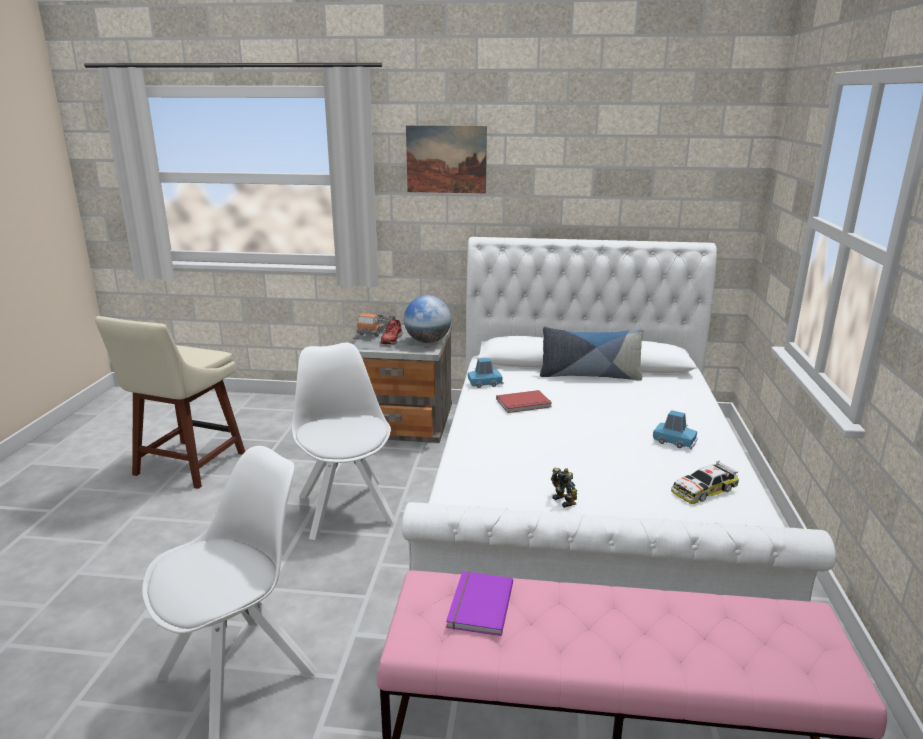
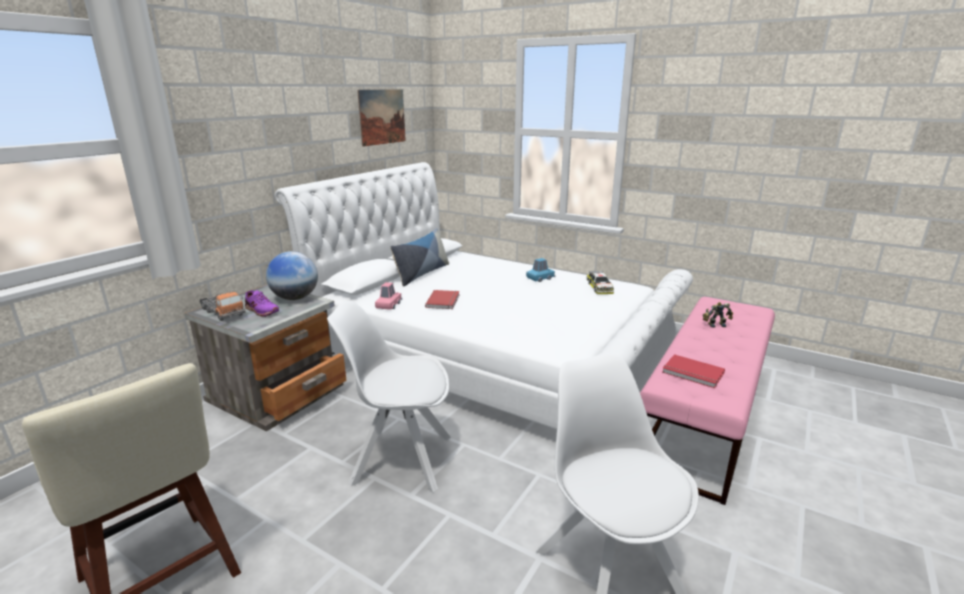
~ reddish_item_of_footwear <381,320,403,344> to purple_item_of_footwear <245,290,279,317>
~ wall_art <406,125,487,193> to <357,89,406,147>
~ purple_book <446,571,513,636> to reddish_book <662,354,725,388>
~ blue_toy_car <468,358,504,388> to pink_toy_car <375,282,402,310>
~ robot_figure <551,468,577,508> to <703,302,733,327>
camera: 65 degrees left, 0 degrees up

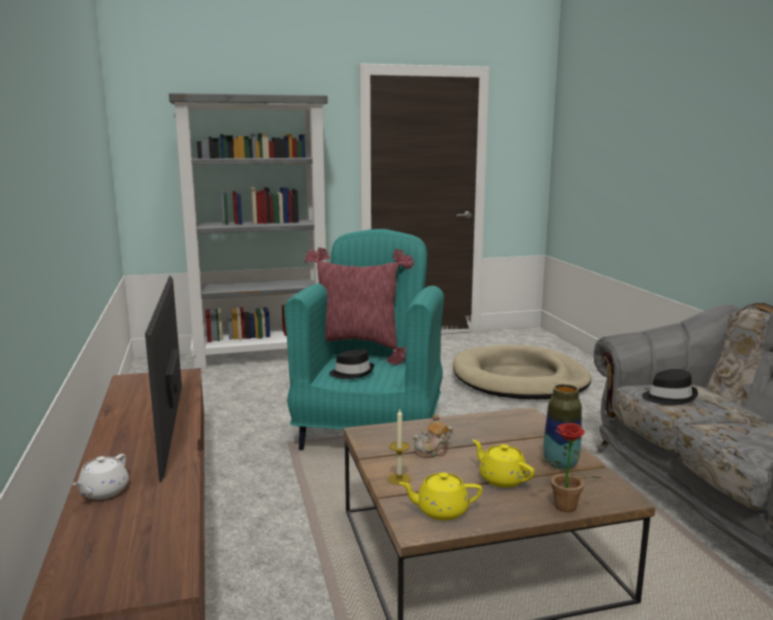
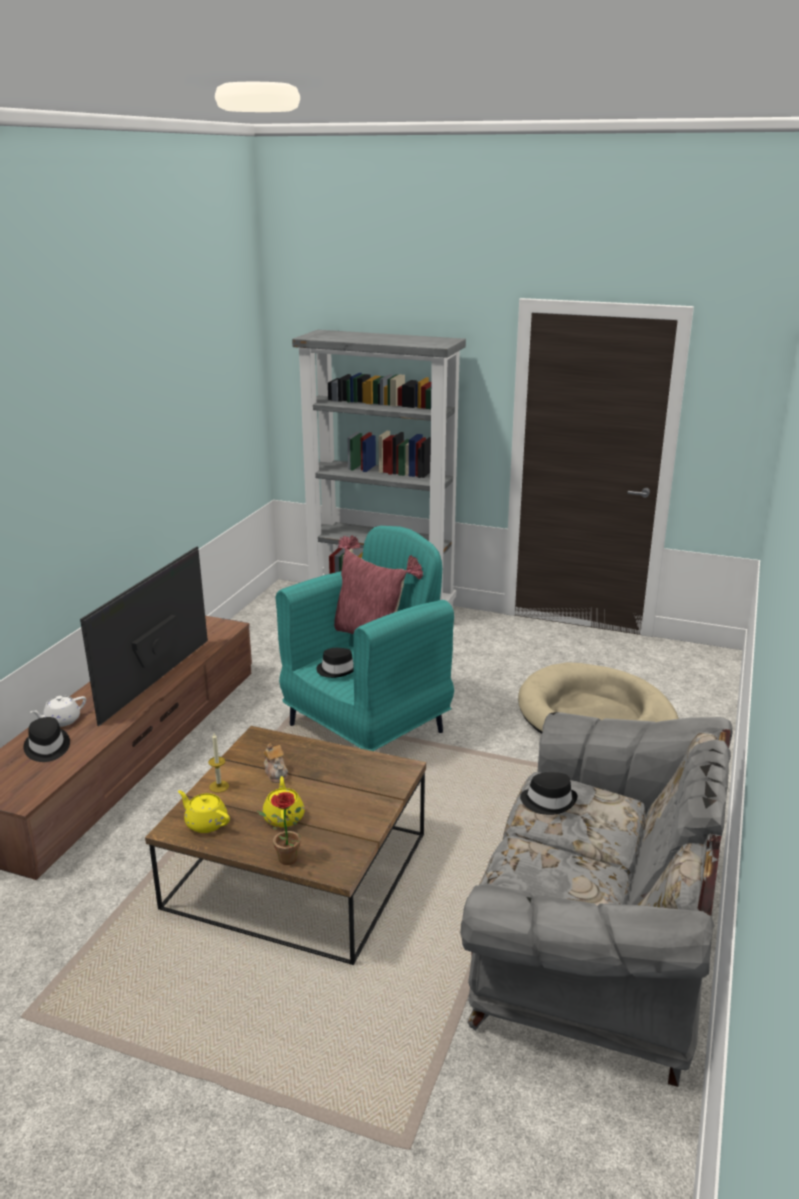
~ tea_pot <413,414,454,458> = <263,743,288,783> 120 degrees counterclockwise
- flower_vase <543,384,582,470>
+ black_clothing_hat <24,717,70,762>
camera: 35 degrees right, 10 degrees up

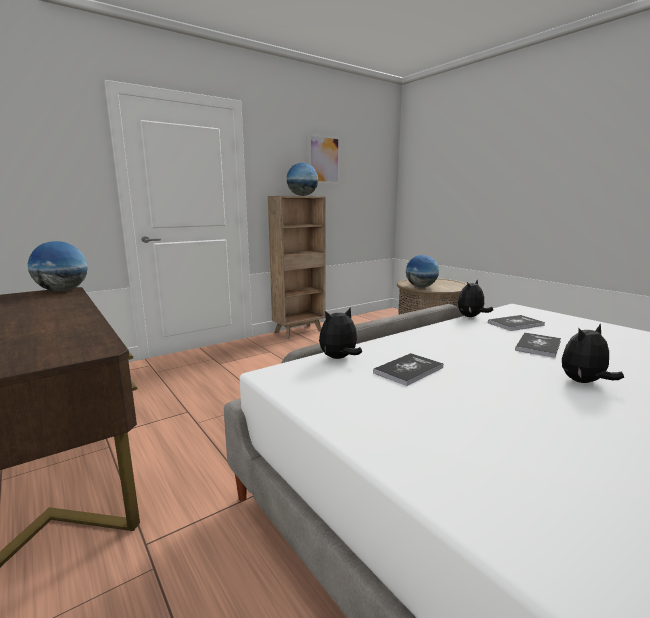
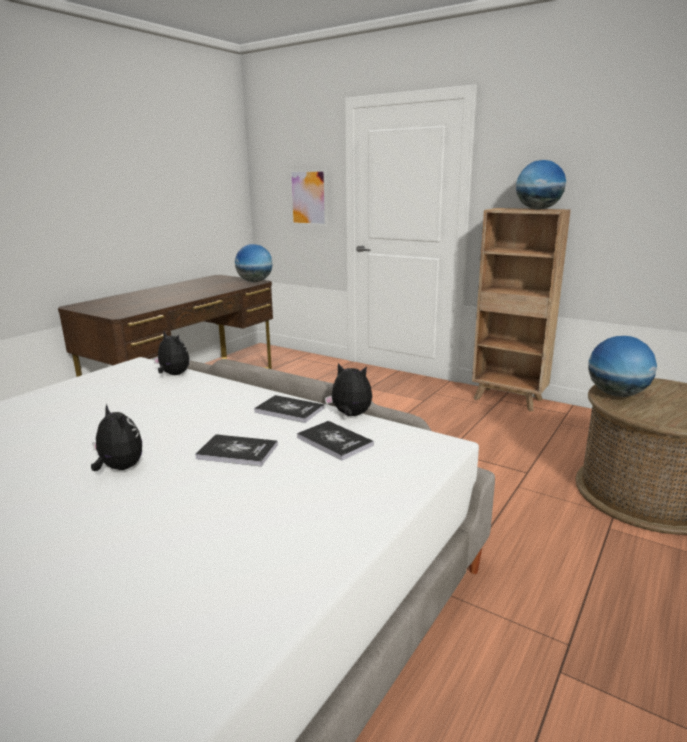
~ wall_art <308,134,340,184> to <289,169,328,226>
~ book <373,353,444,386> to <254,395,324,423>
camera: 70 degrees right, 5 degrees up

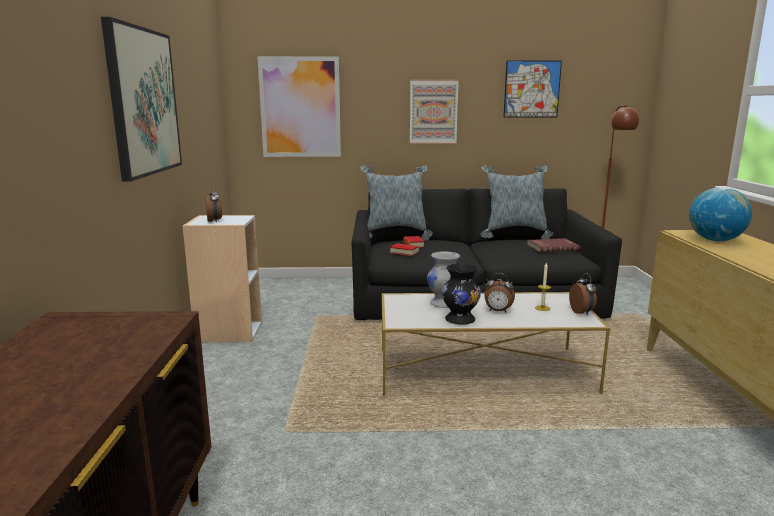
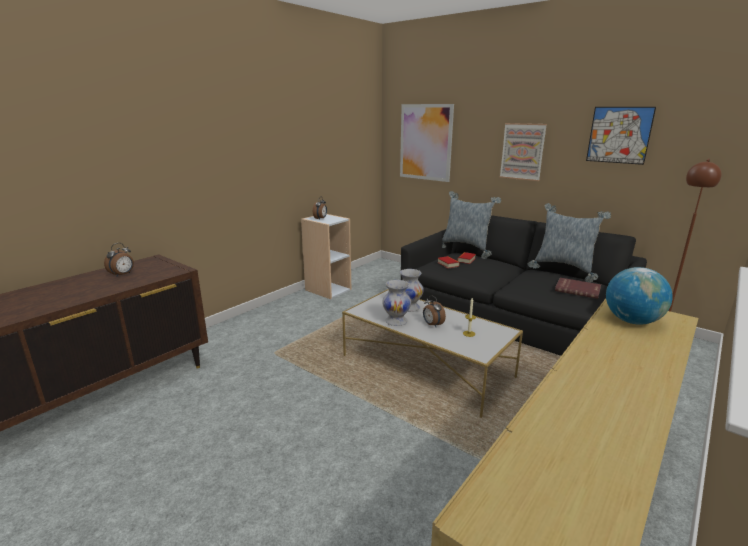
- wall_art <101,17,182,181>
~ black_flower_vase <442,263,481,325> to whitish_flower_vase <382,280,411,326>
~ table_clock <569,273,597,315> to <104,243,134,277>
camera: 40 degrees right, 5 degrees up

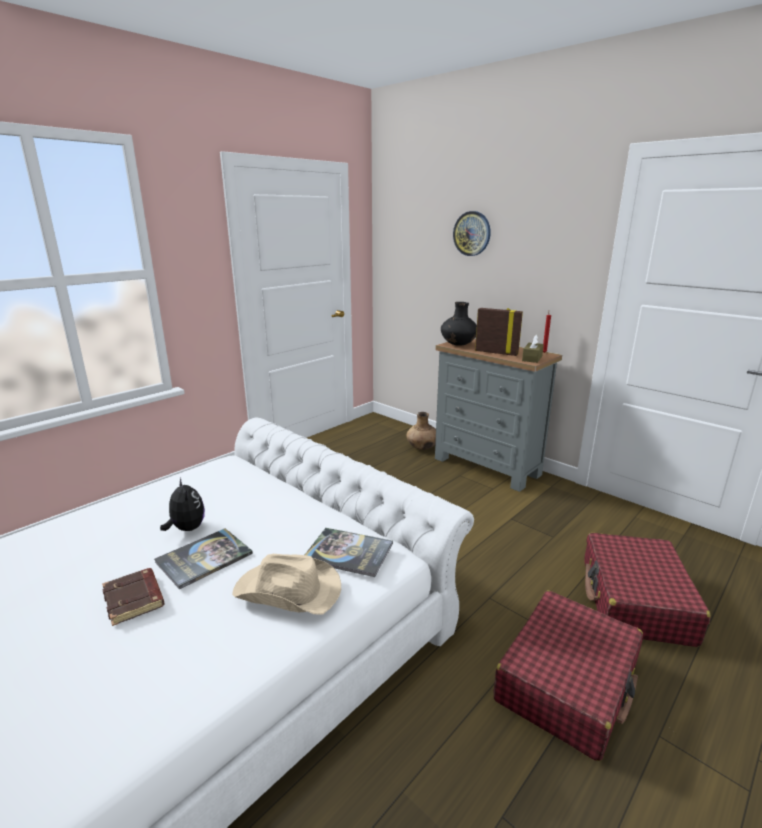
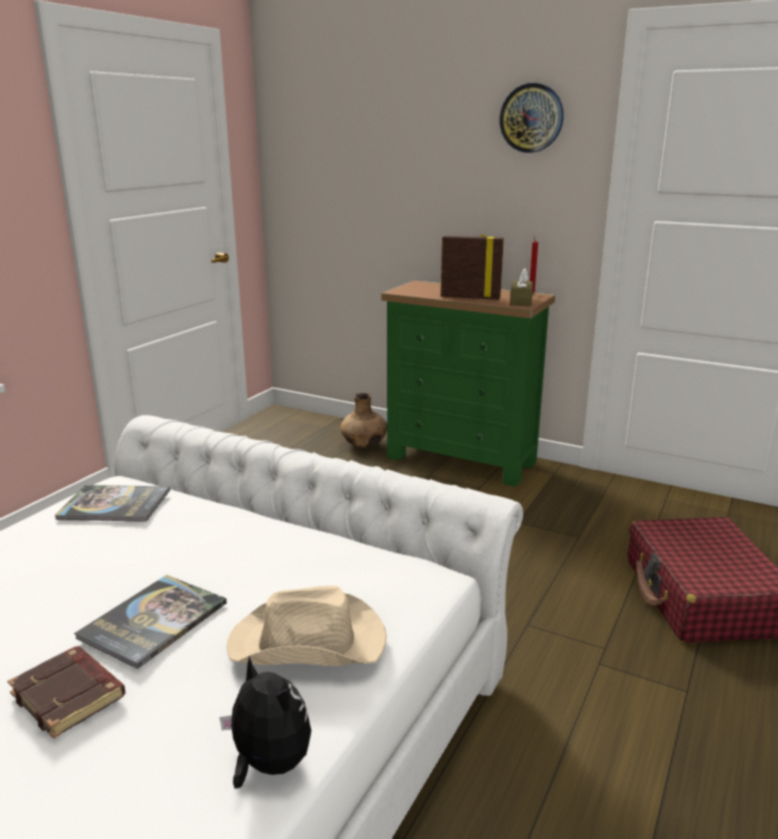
~ plush_toy <160,478,205,531> to <219,656,311,789>
~ book <305,528,393,577> to <55,485,170,522>
~ gray_dresser <435,339,562,492> to green_dresser <381,280,555,487>
- black_flower_vase <441,302,477,346>
~ clock_on_the_wall <453,211,491,256> to <499,83,564,153>
- reddish_suitcase <494,590,643,761>
camera: 15 degrees left, 0 degrees up

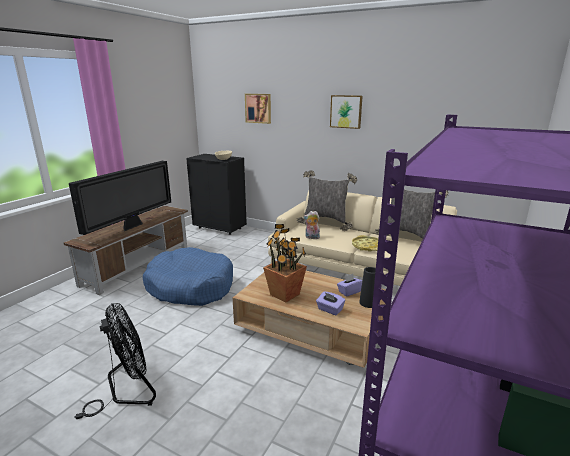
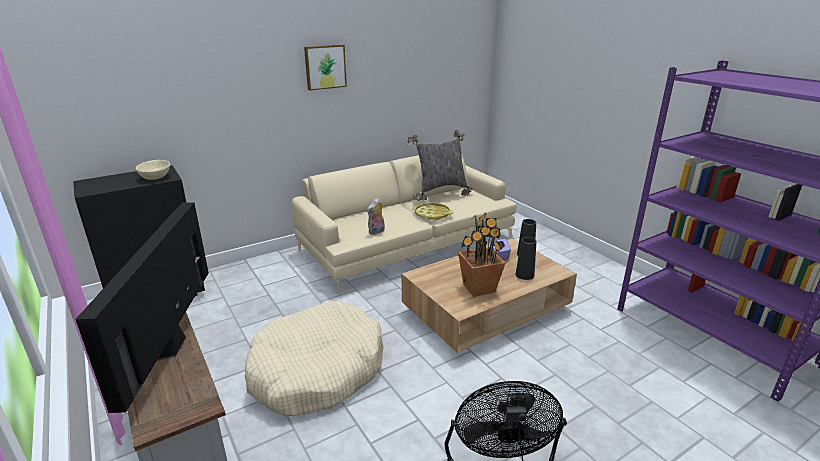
~ TV_set <69,161,171,235> = <75,202,209,413> 150 degrees counterclockwise
~ blue_dog_cushion <143,247,233,306> to sand-coloured_dog_cushion <245,301,384,416>
- wall_art <245,94,271,124>
- throw_pillow <297,170,357,232>
~ purple_tissue_holder <316,292,345,315> to black_flower_vase <516,237,536,280>
camera: 60 degrees left, 5 degrees up

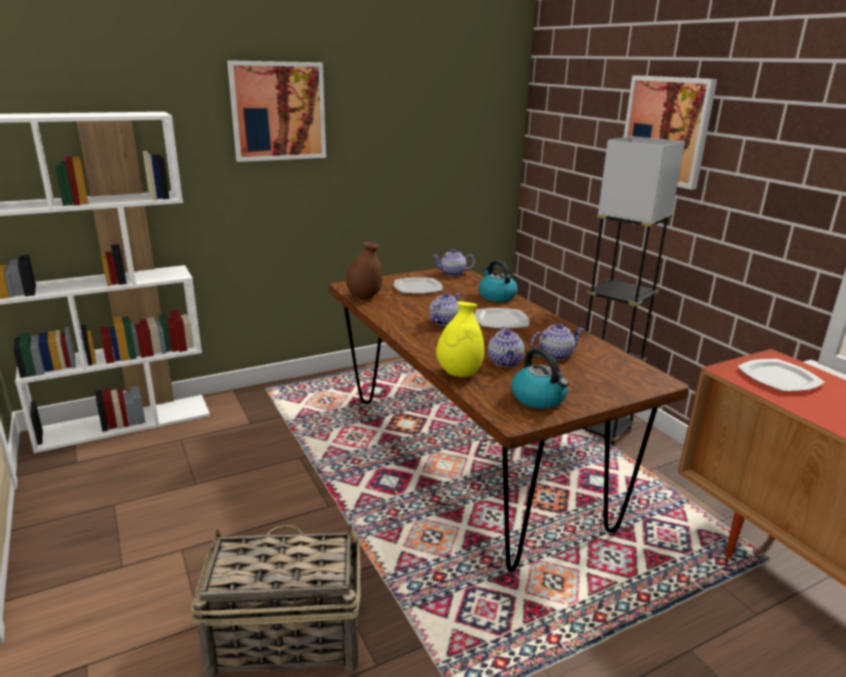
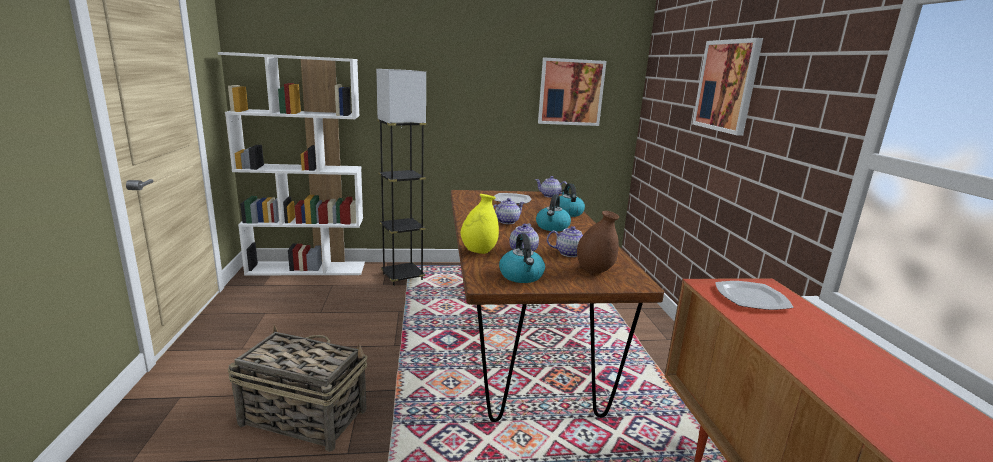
~ wall_art <227,60,326,162> to <538,57,607,126>
~ brown_flower_vase <346,242,382,299> to <577,211,619,274>
~ flat_dish <474,308,529,329> to kettle <536,194,571,231>
~ gray_floor_lamp <583,136,685,446> to <376,69,426,286>
camera: 20 degrees right, 5 degrees down

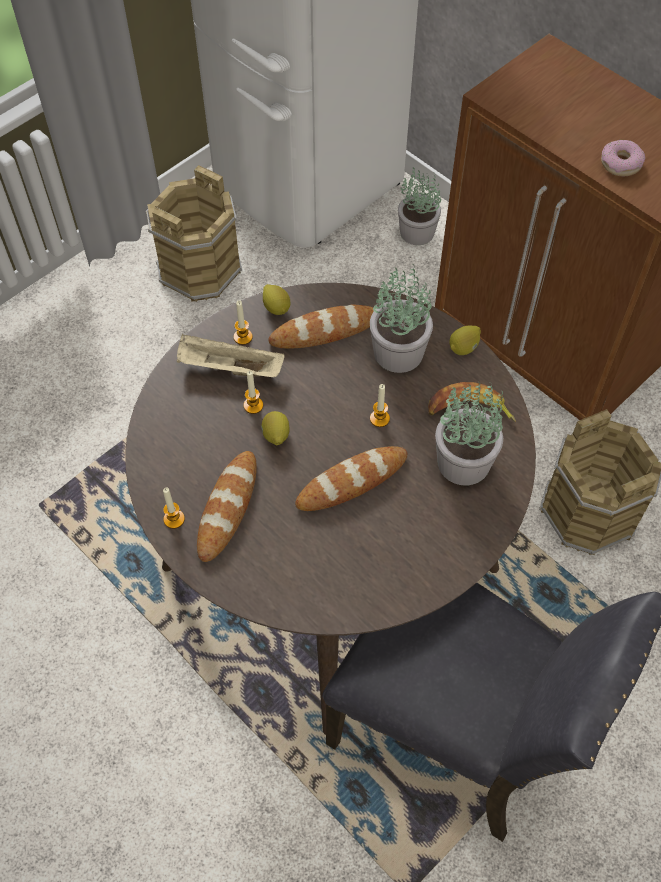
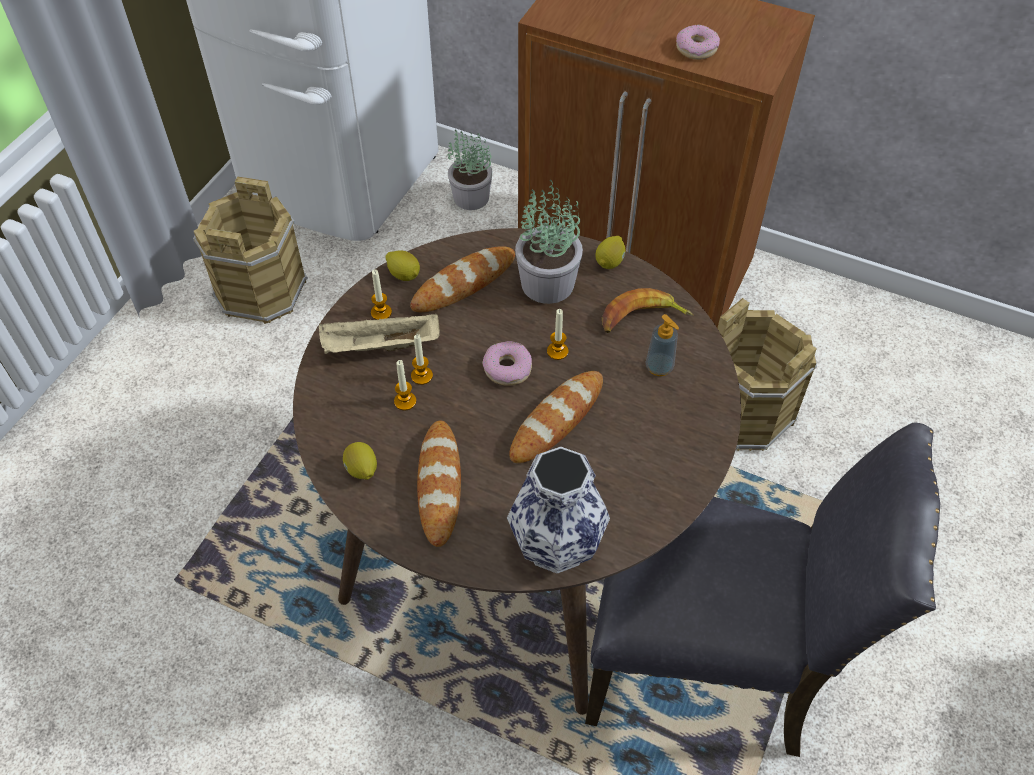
~ candle <163,488,185,529> to <394,360,416,410>
~ whole_lemon <261,411,290,445> to <343,442,377,480>
~ houseplant <435,382,503,485> to soap_dispenser <646,314,679,376>
+ doughnut <482,341,532,386>
+ flower_vase <507,447,610,573>
camera: 20 degrees left, 5 degrees down

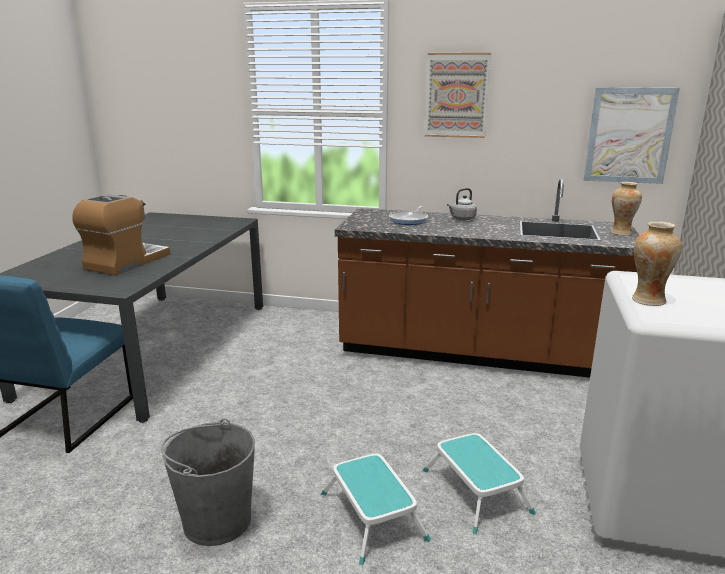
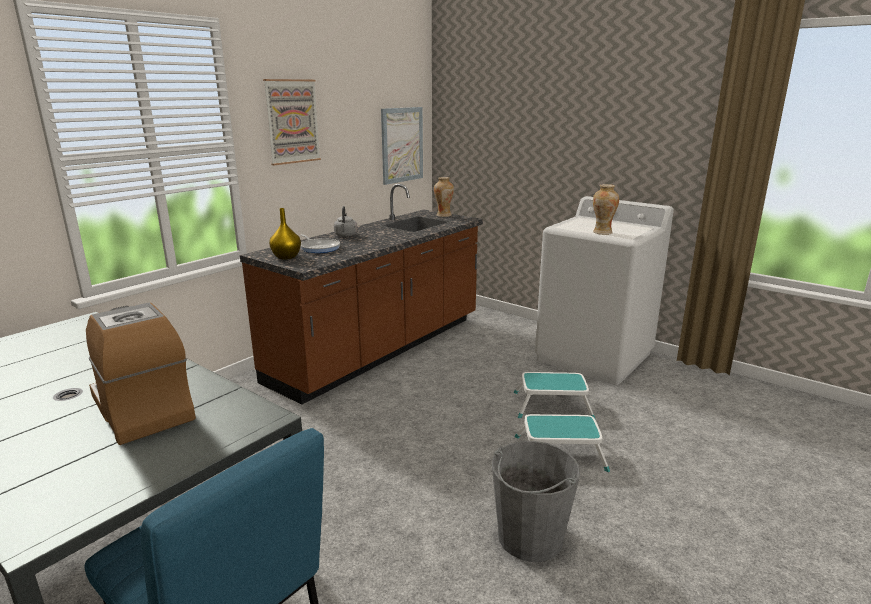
+ yellow-coloured_flower_vase <269,208,301,260>
camera: 65 degrees left, 0 degrees up

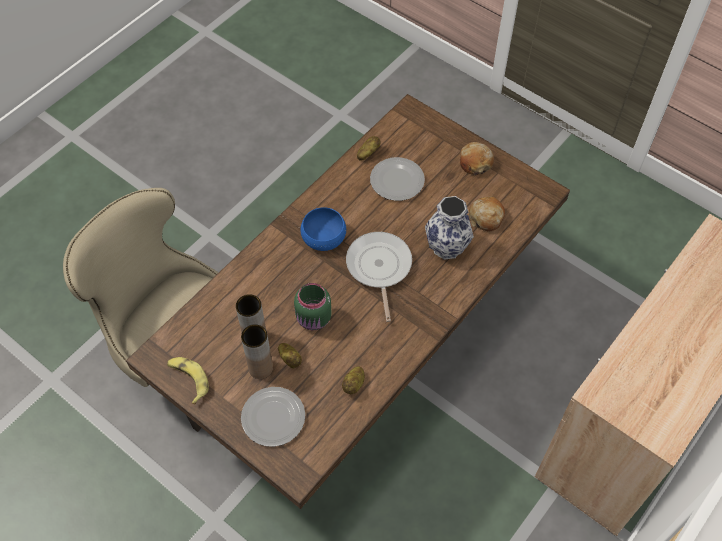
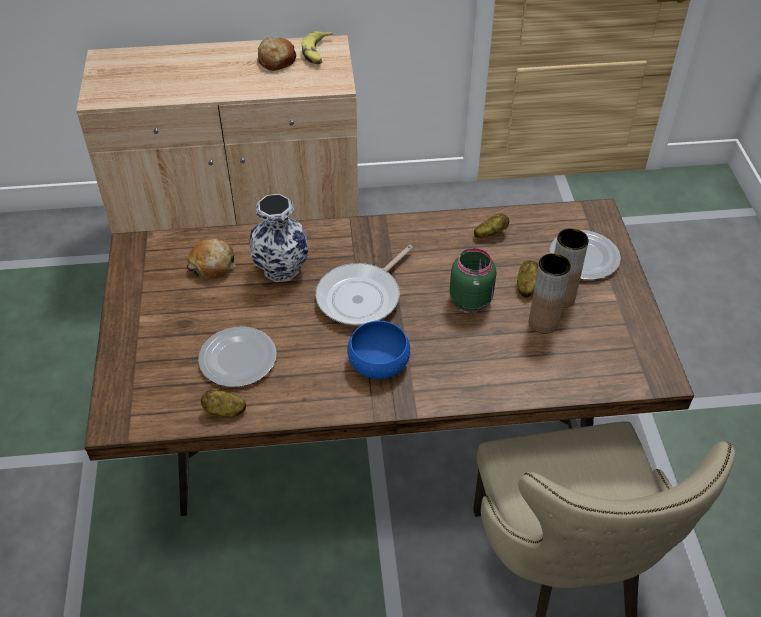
~ banana <167,357,209,404> to <302,31,333,64>
~ bread <460,142,494,175> to <257,37,296,71>
camera: 135 degrees left, 10 degrees down

